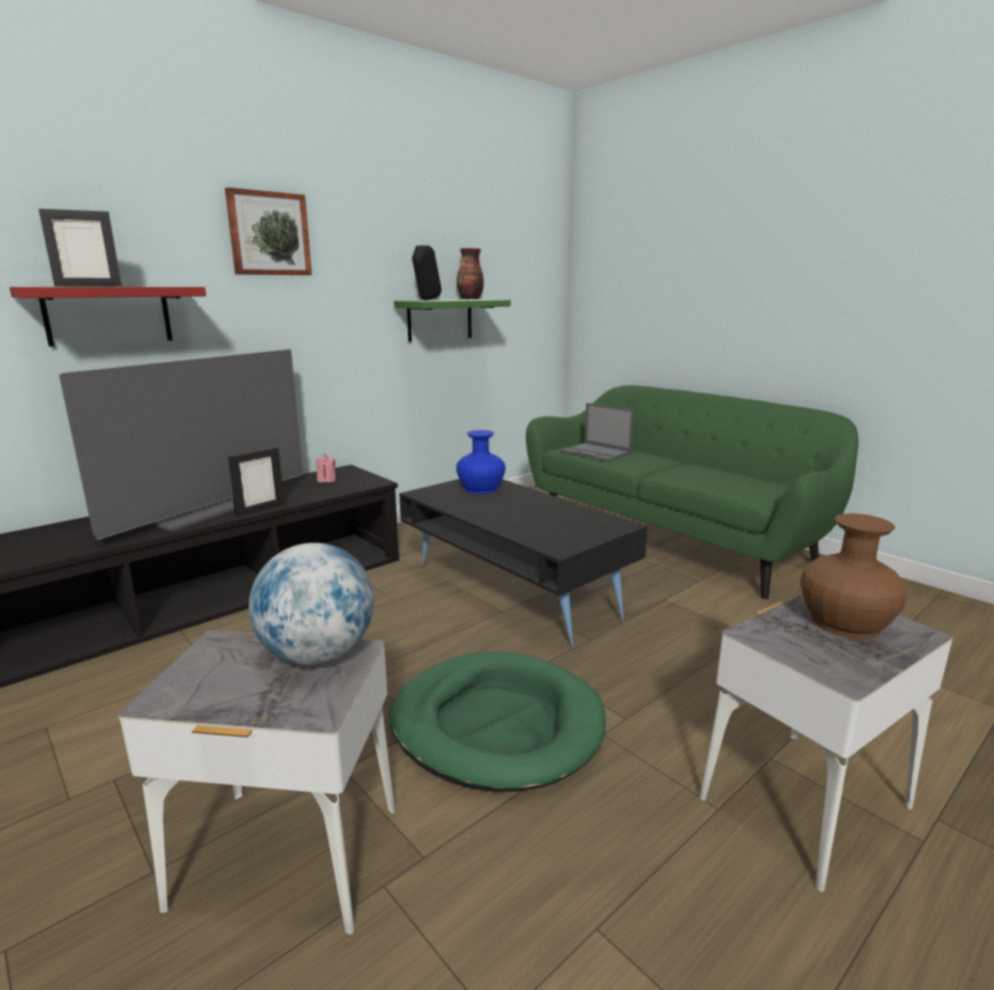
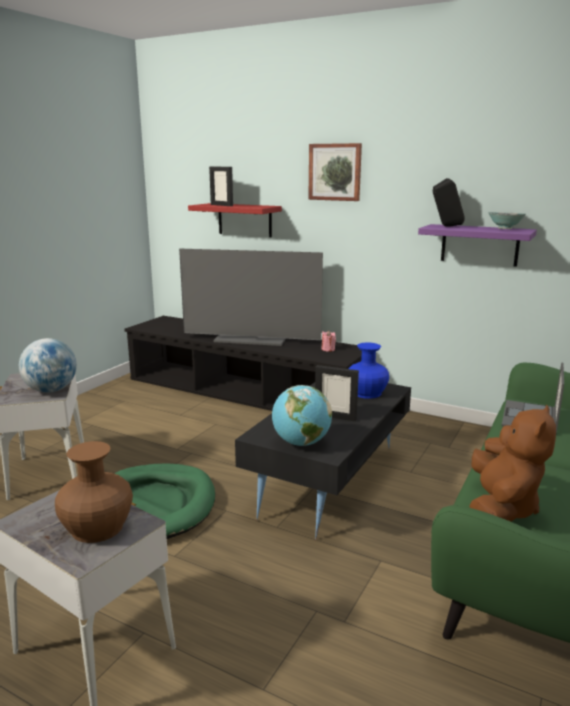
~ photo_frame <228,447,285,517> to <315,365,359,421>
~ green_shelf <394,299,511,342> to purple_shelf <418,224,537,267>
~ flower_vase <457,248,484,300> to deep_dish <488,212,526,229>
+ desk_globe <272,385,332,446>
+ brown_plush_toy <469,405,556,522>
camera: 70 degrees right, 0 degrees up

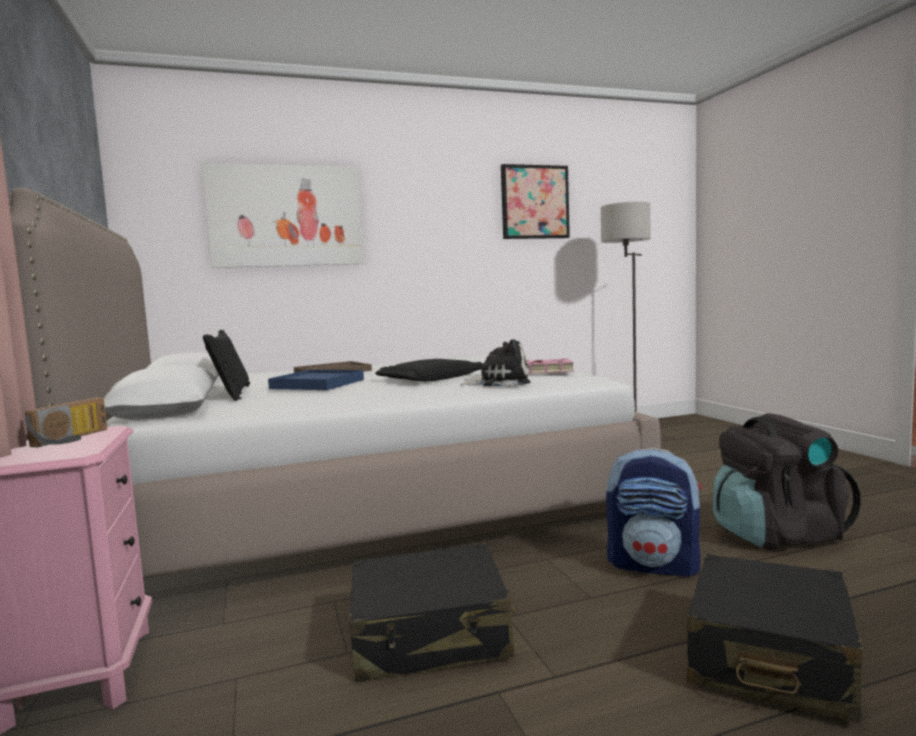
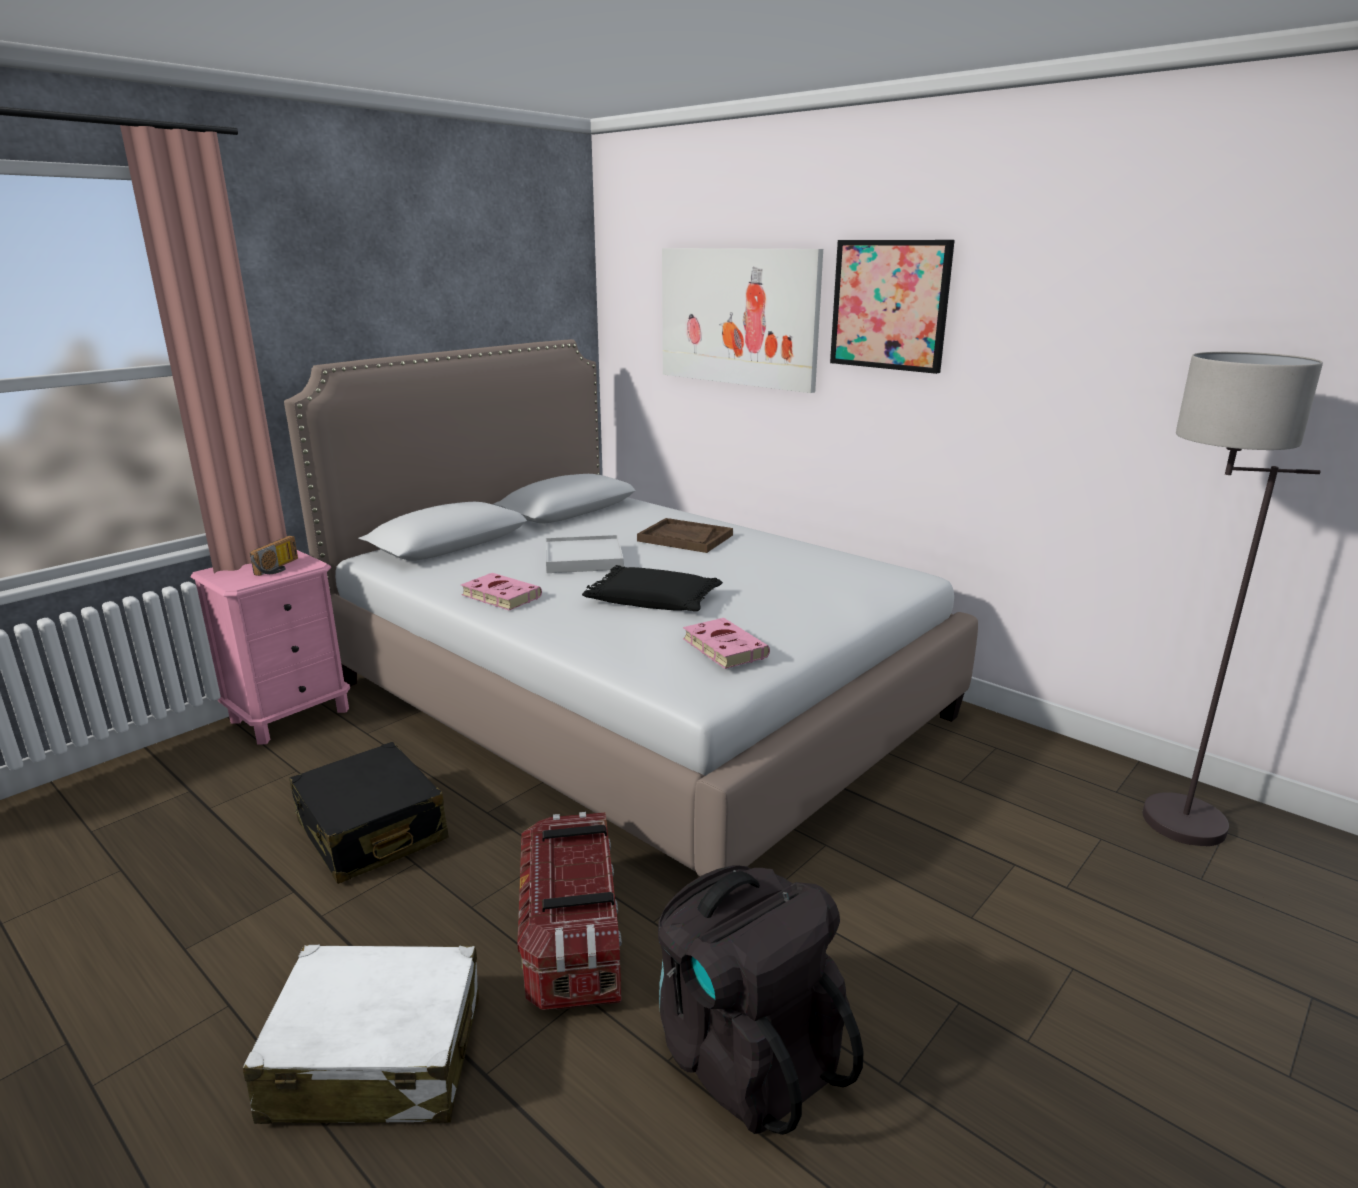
~ radio <25,397,107,447> = <250,536,298,576> 60 degrees counterclockwise
- black_throw_pillow <203,330,250,401>
~ blue_serving_tray <268,370,364,390> to whitish_serving_tray <546,535,624,573>
- plush_toy <460,339,530,387>
~ wall_art <501,164,570,239> to <830,240,955,374>
~ rucksack <606,448,702,577> to storage_container <517,812,622,1010>
~ black_suitcase <687,554,863,723> to whitish_suitcase <243,944,479,1124>
+ pink_book <461,573,542,611>
camera: 60 degrees right, 15 degrees up

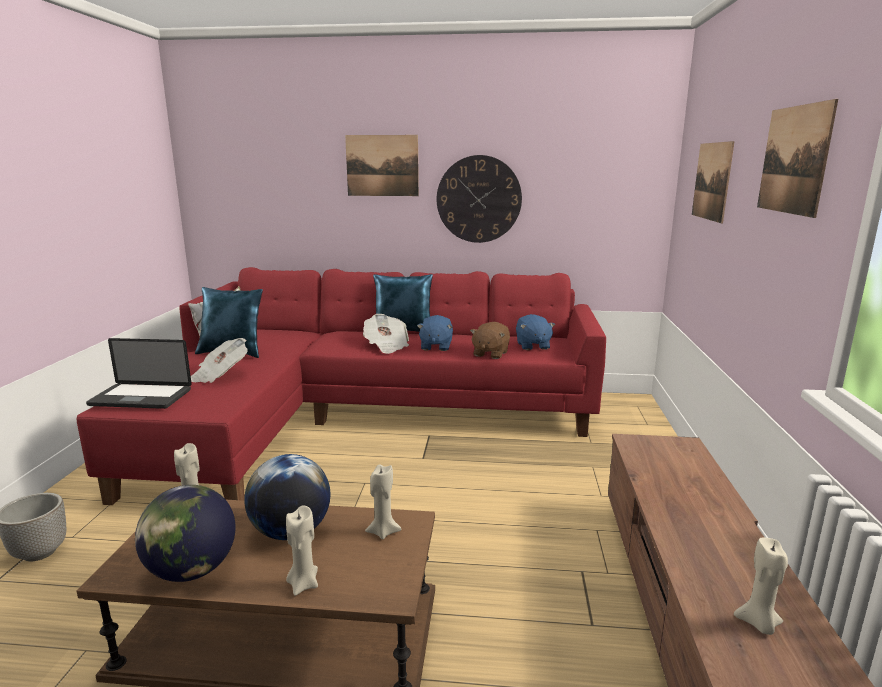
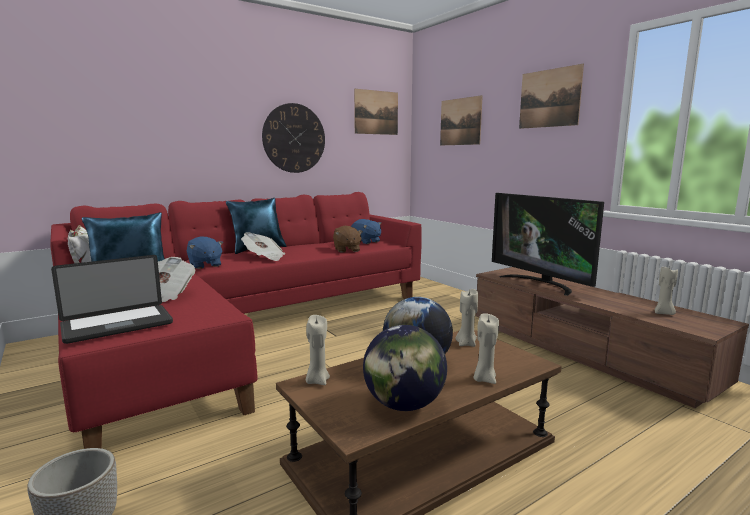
~ wall_art <345,135,419,196> to <354,89,398,135>
~ blue_plush_toy <417,315,453,351> to <187,236,223,269>
+ TV_set <492,193,604,296>
camera: 40 degrees left, 5 degrees down

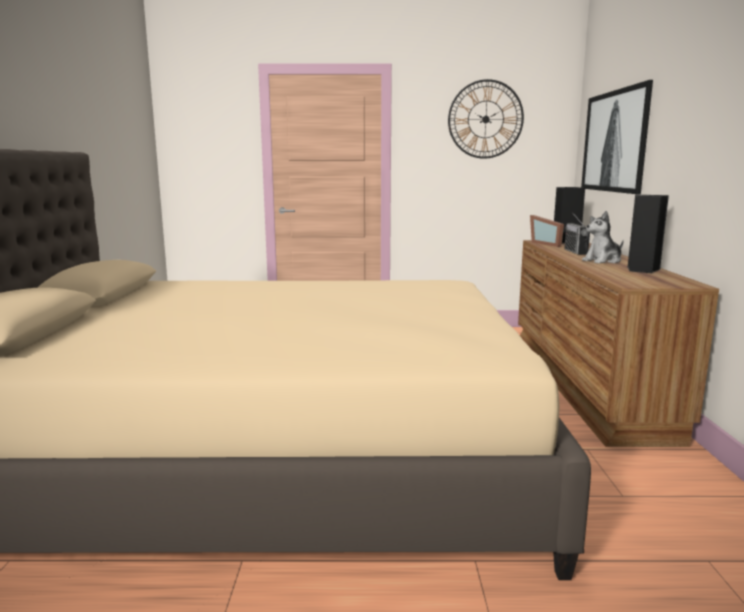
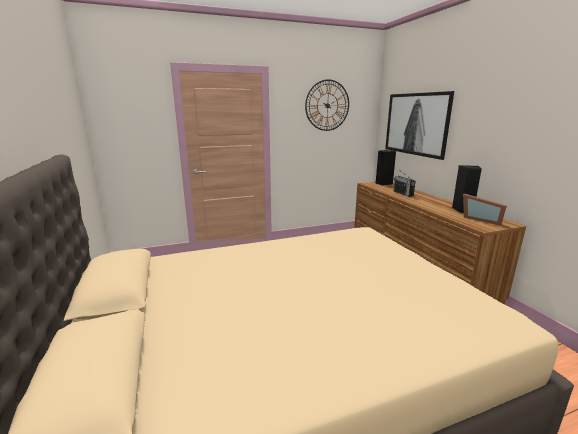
~ photo_frame <530,215,564,247> to <463,194,507,225>
- plush_toy <582,211,624,264>
camera: 20 degrees left, 5 degrees up

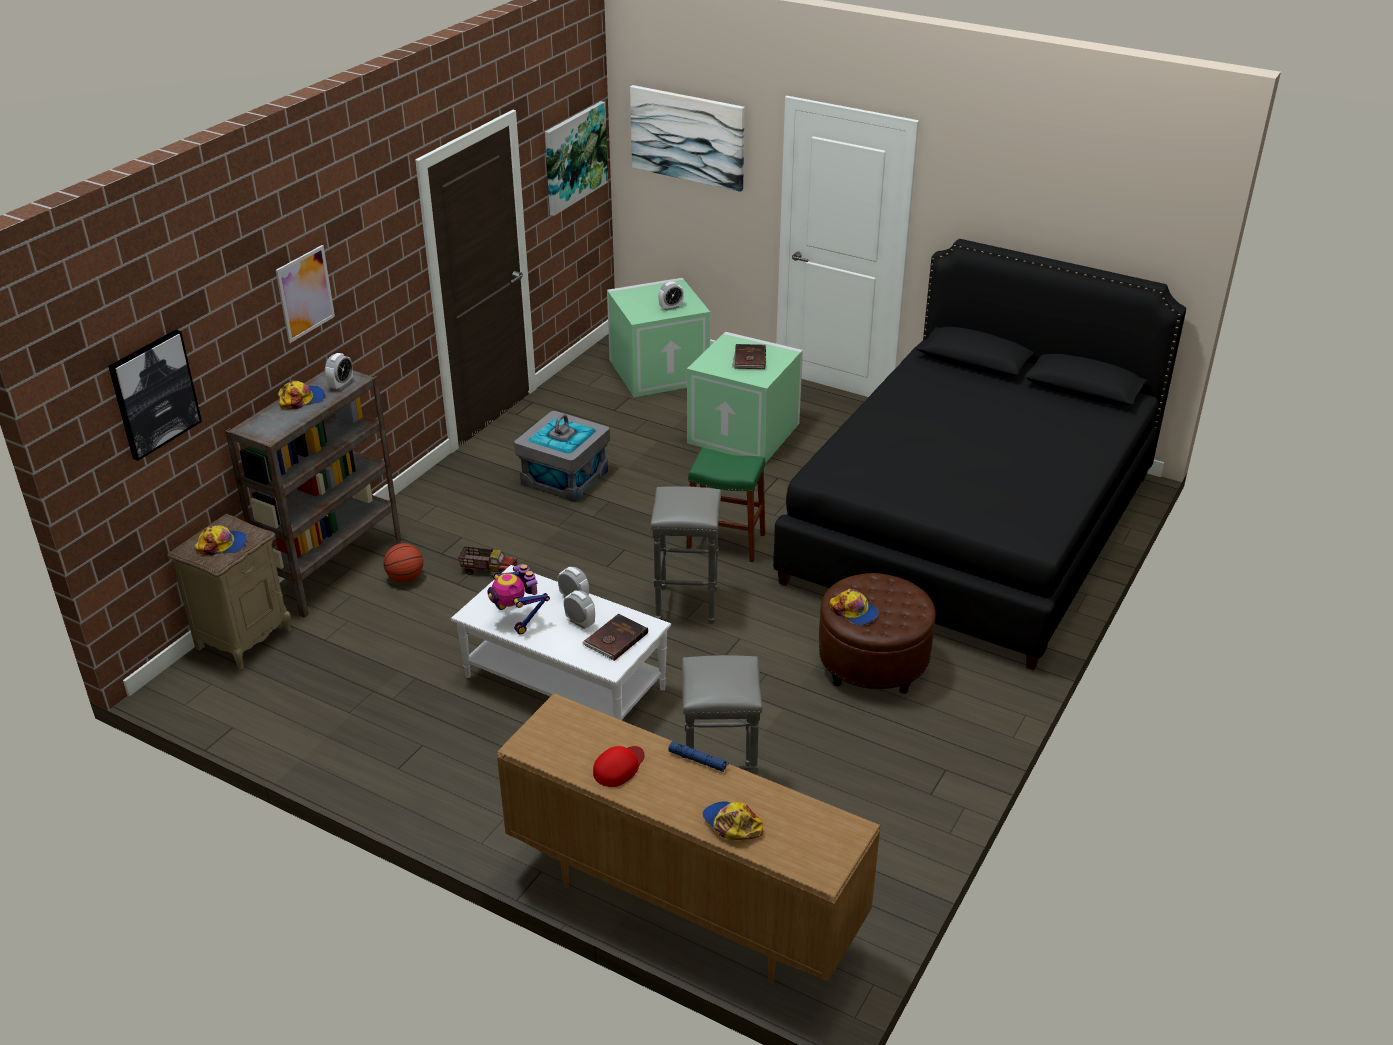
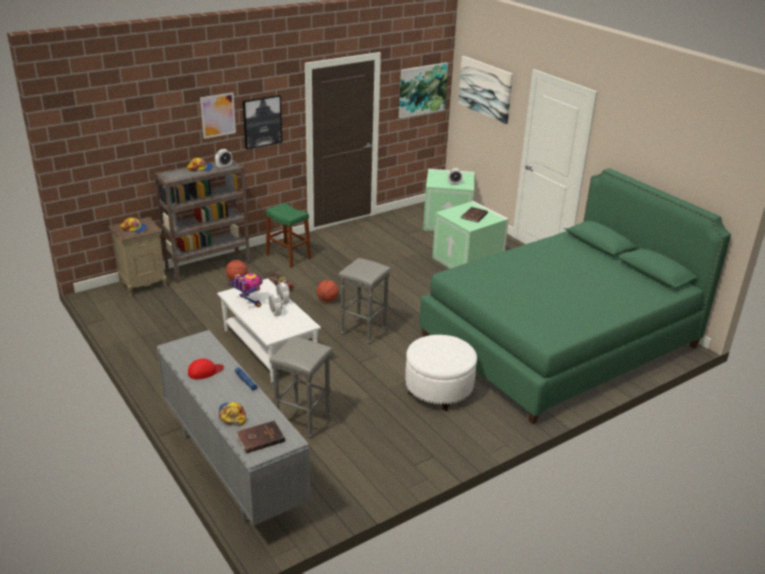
~ wall_art <108,330,202,461> to <243,95,282,149>
~ robot_figure <487,564,550,635> = <228,273,263,307> 150 degrees clockwise
~ brown_dresser <497,693,881,984> to gray_dresser <157,330,310,526>
- gray_storage_container <514,411,610,502>
~ brown_book <582,614,648,661> to <235,421,285,453>
~ green_stool_seat <686,448,765,562> to <266,203,311,268>
~ black_bed <773,239,1186,670> to green_bed <419,168,731,424>
~ brown_ottoman <819,573,936,694> to whitish_ottoman <405,335,477,411>
- cap <829,589,879,626>
+ basketball_ball <317,280,339,302>
camera: 25 degrees right, 5 degrees down

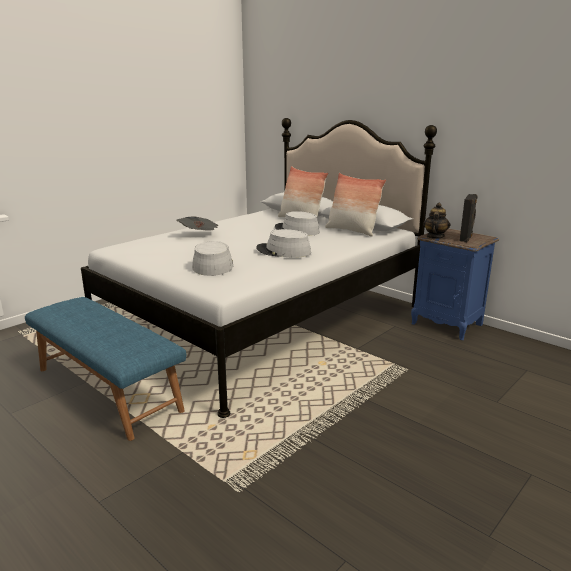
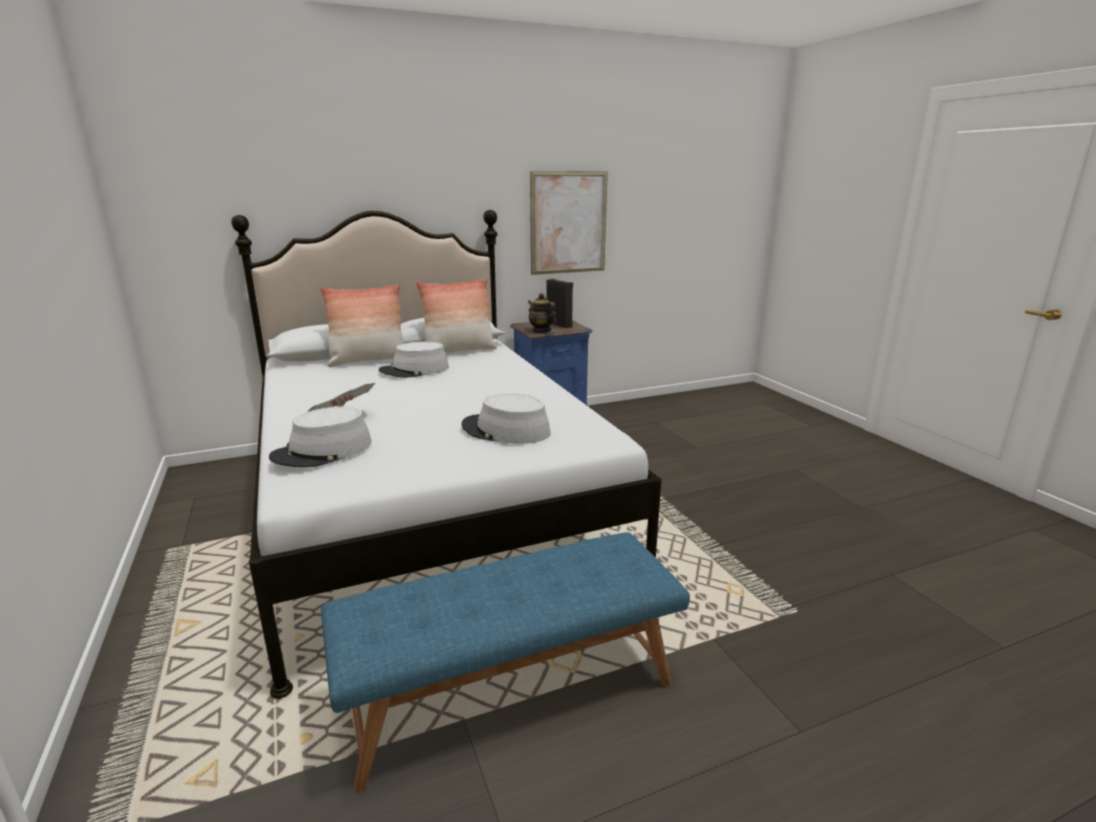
~ gray_clothing_hat <256,229,311,258> to <269,407,372,468>
+ wall_art <530,171,608,275>
camera: 65 degrees left, 0 degrees up

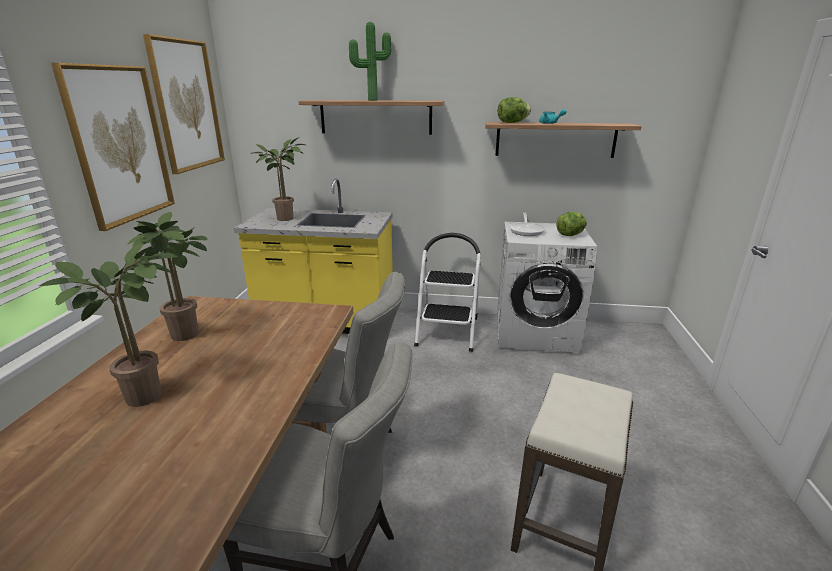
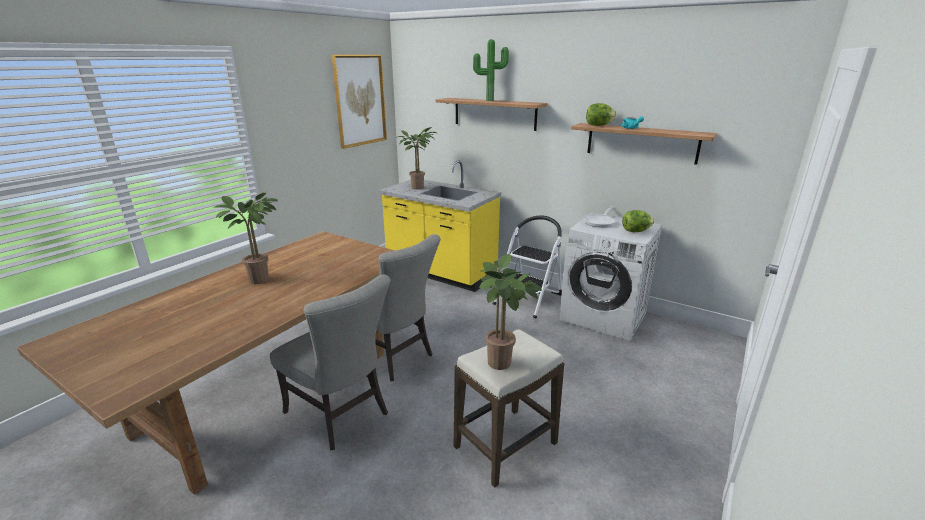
- wall_art <51,63,175,231>
~ houseplant <127,212,208,341> to <479,254,542,370>
camera: 25 degrees right, 0 degrees up

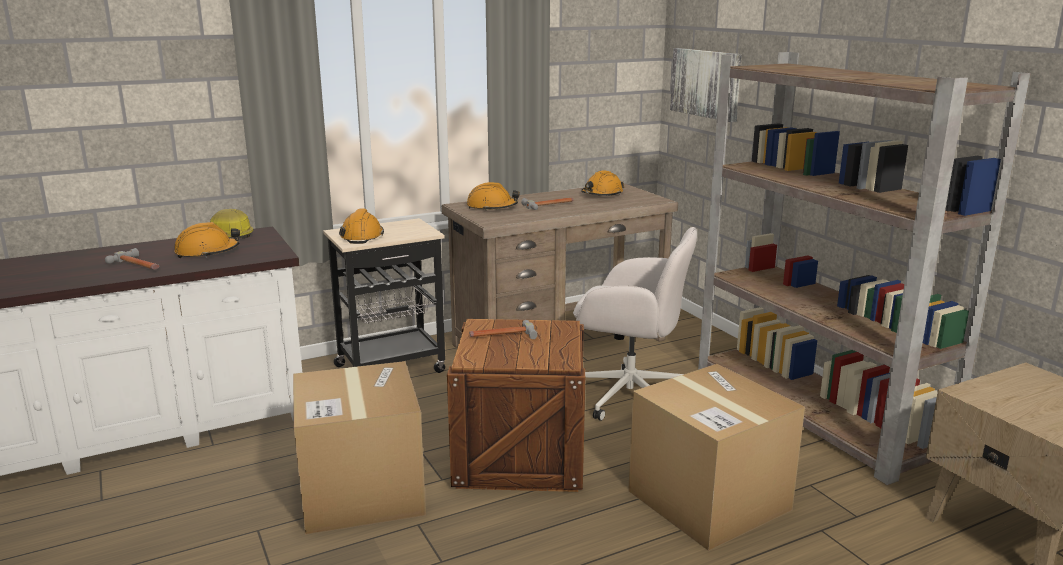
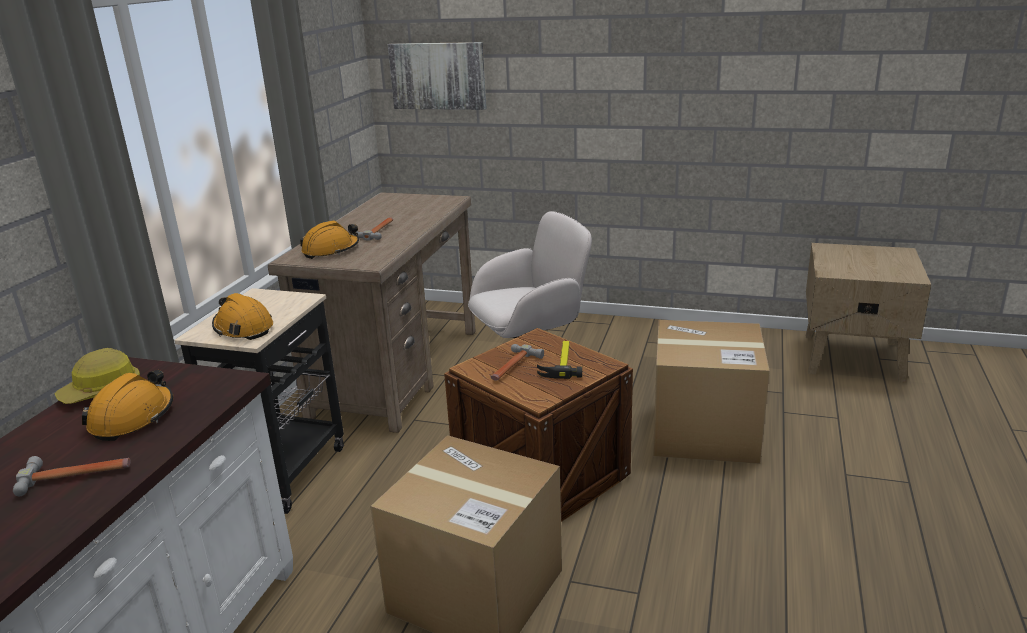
- orange_safety_helmet <581,170,624,196>
- brown_shelving_unit <698,52,1031,485>
+ hammer <537,341,582,379>
camera: 45 degrees left, 5 degrees up

